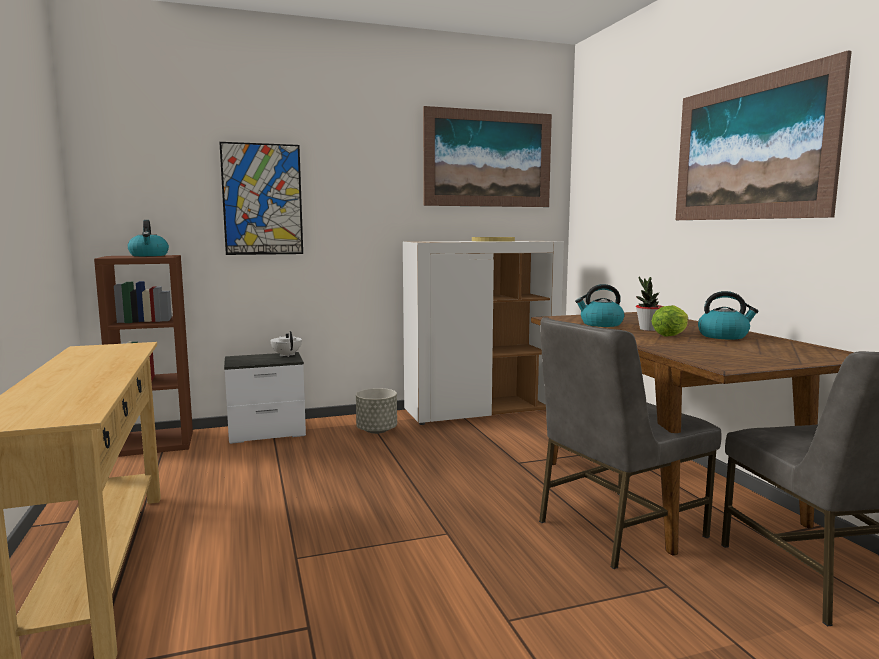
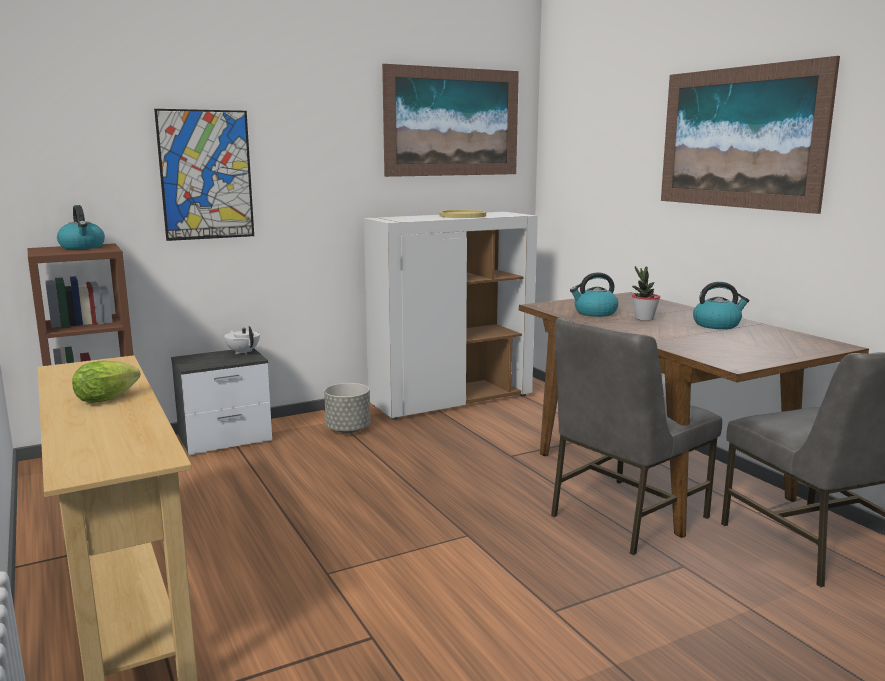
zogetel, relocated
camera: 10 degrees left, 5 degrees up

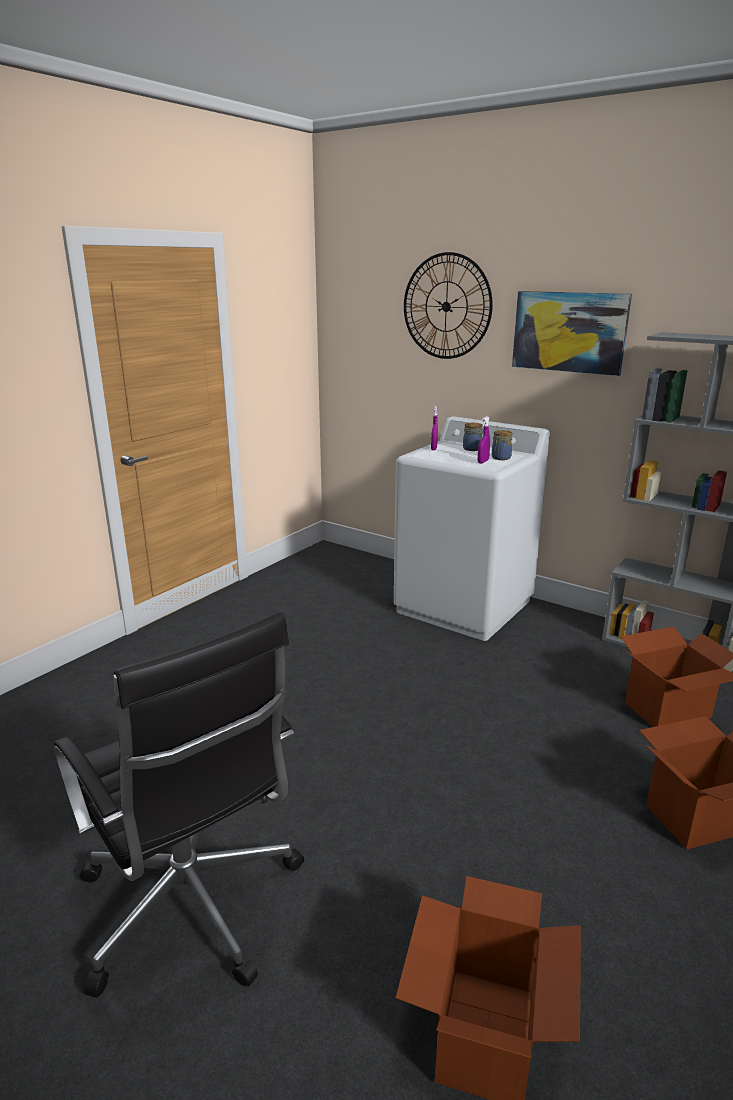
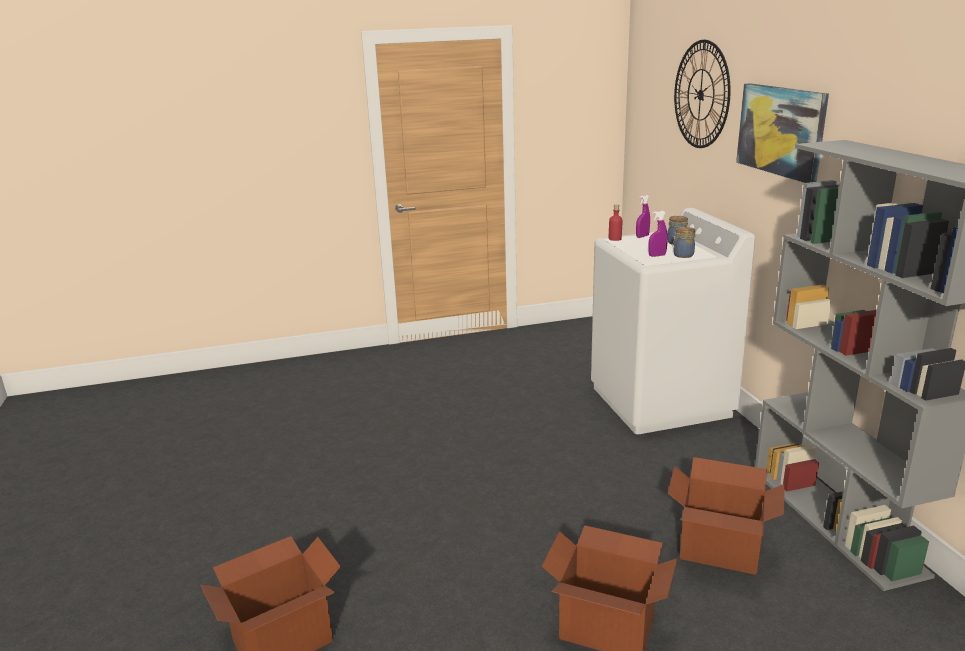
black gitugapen => nothing
nothing => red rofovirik
camera: 40 degrees right, 0 degrees up

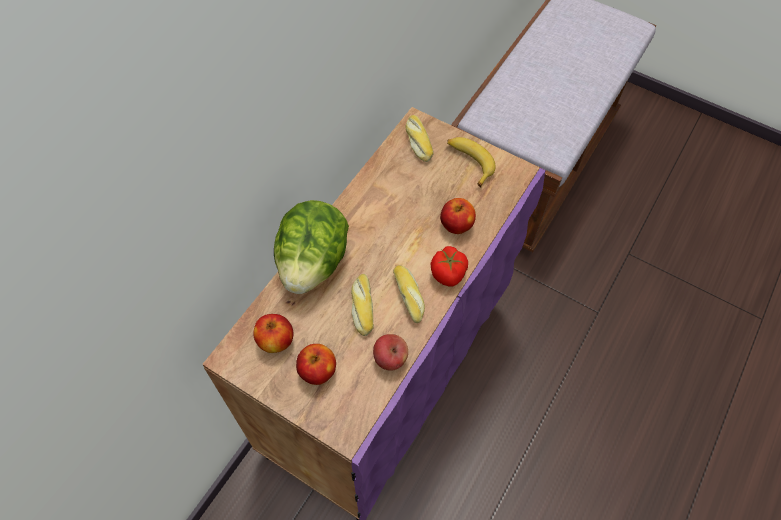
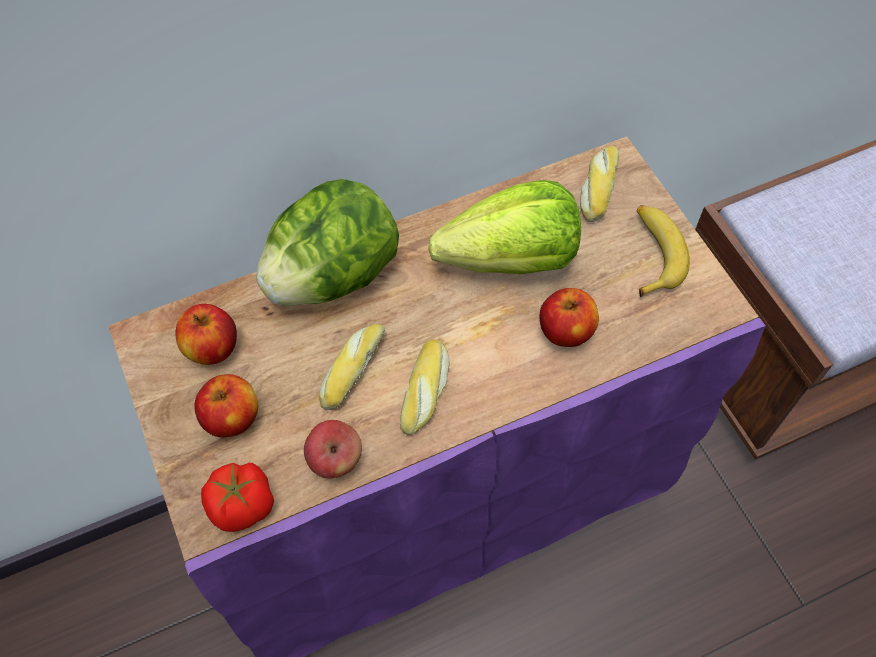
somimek, relocated
nothing => zogetel (no. 2 from left)
camera: 35 degrees right, 0 degrees up

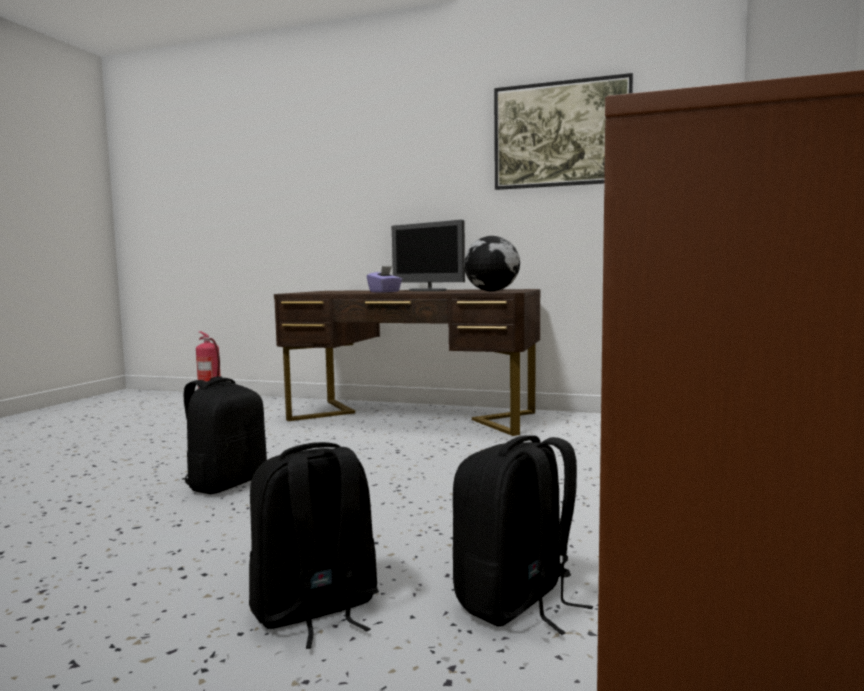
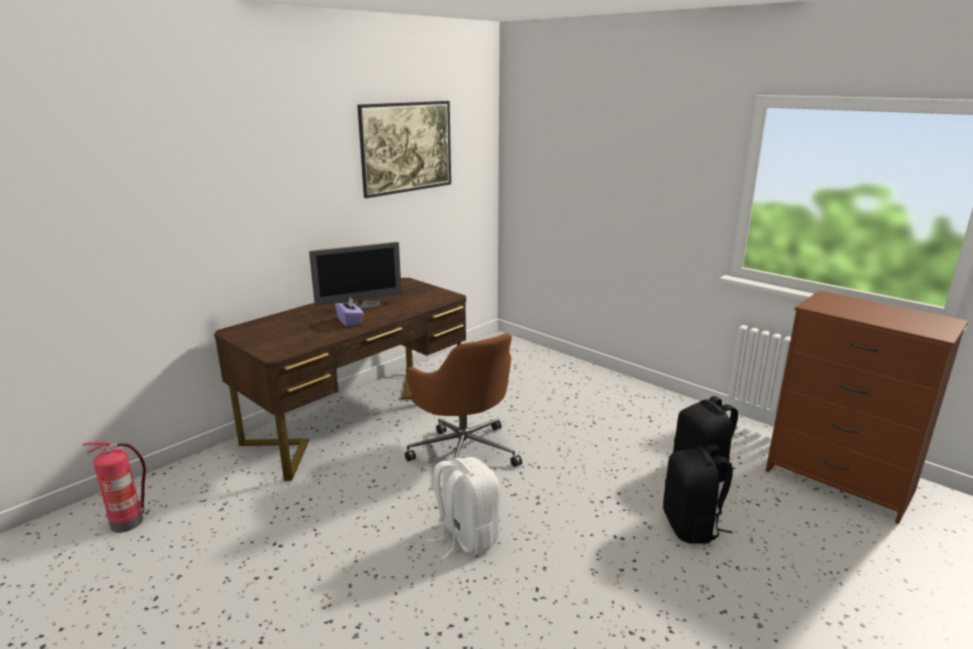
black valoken (no. 1 from left) => white valoken
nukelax => nothing
nothing => brown gitugapen
camera: 65 degrees left, 15 degrees up

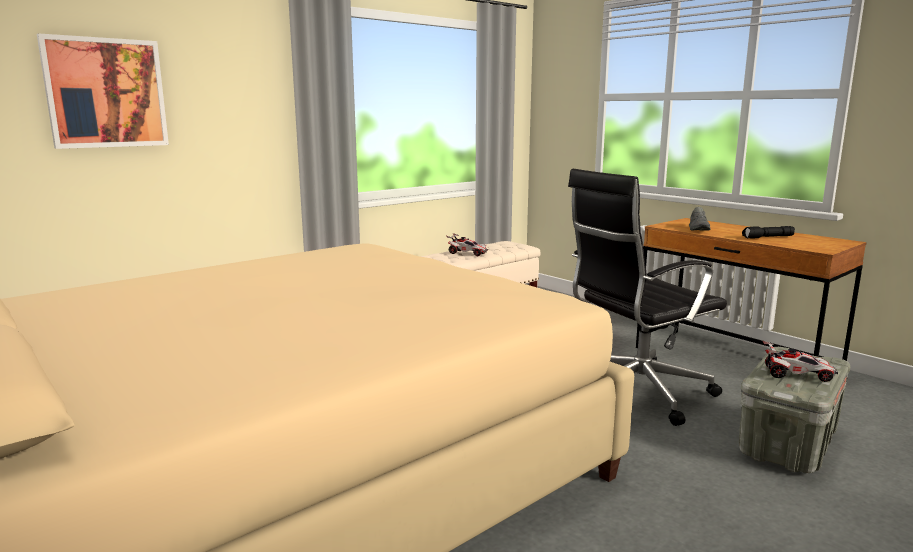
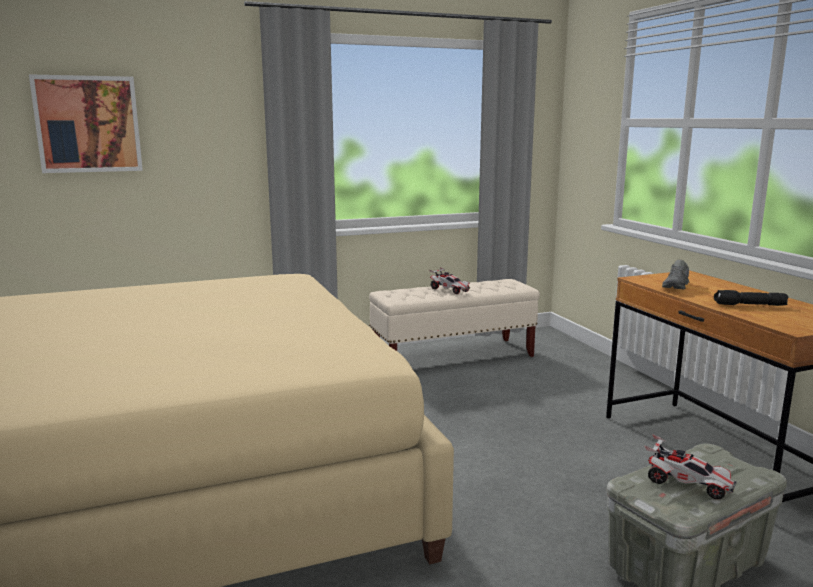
black gitugapen => nothing
camera: 20 degrees right, 0 degrees up

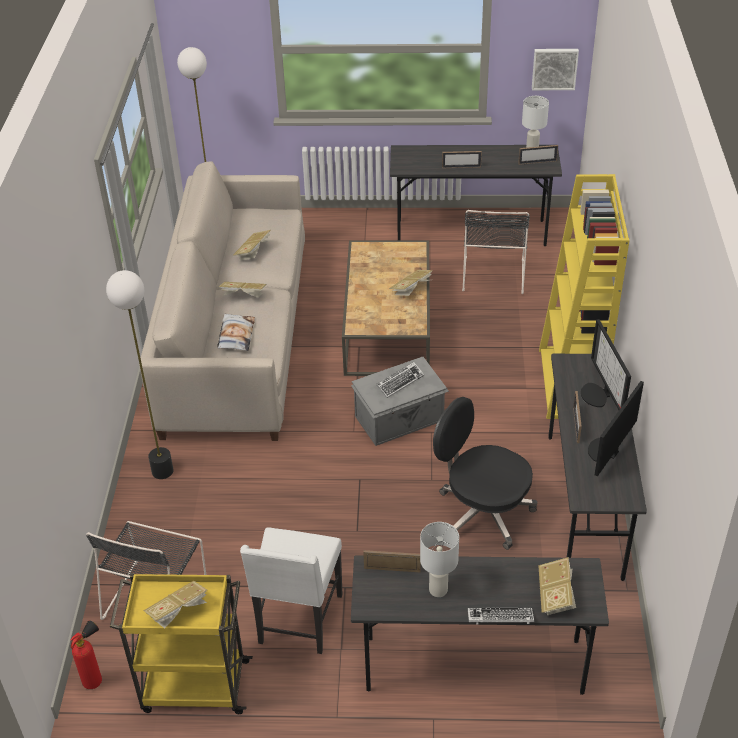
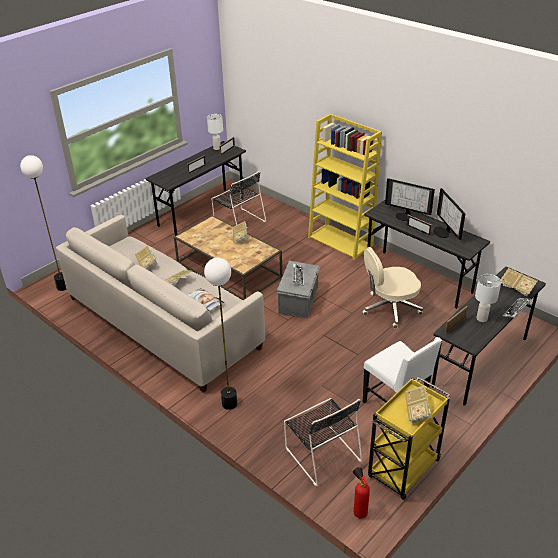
black gitugapen => beige gitugapen
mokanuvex => nothing
camera: 50 degrees left, 5 degrees down

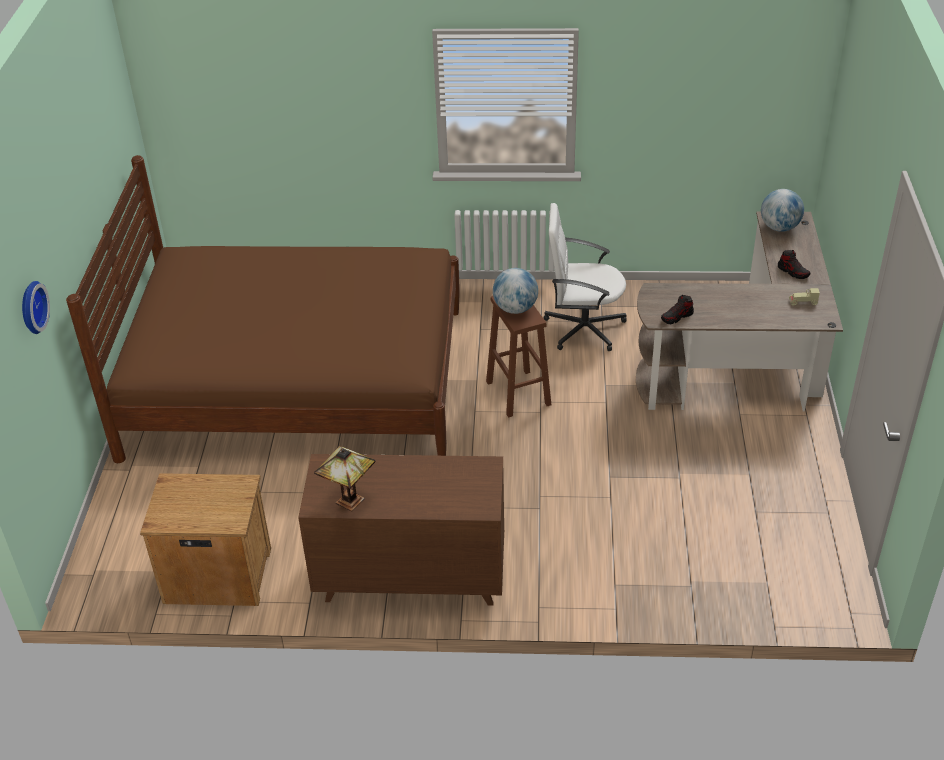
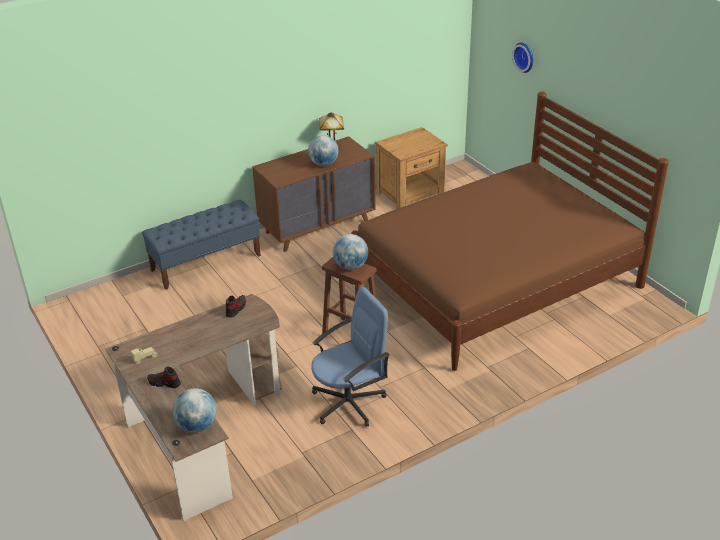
white gitugapen => blue gitugapen
nothing => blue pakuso
nothing => nukelax (no. 2 from left)
camera: 145 degrees right, 5 degrees down

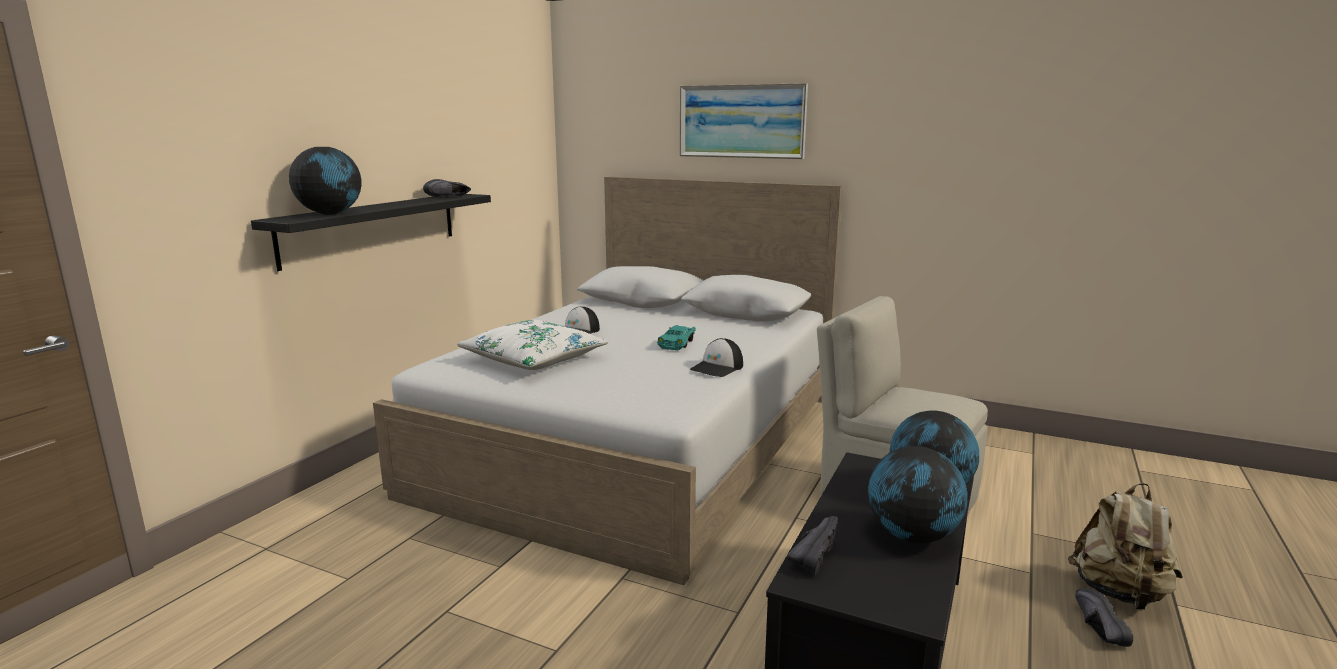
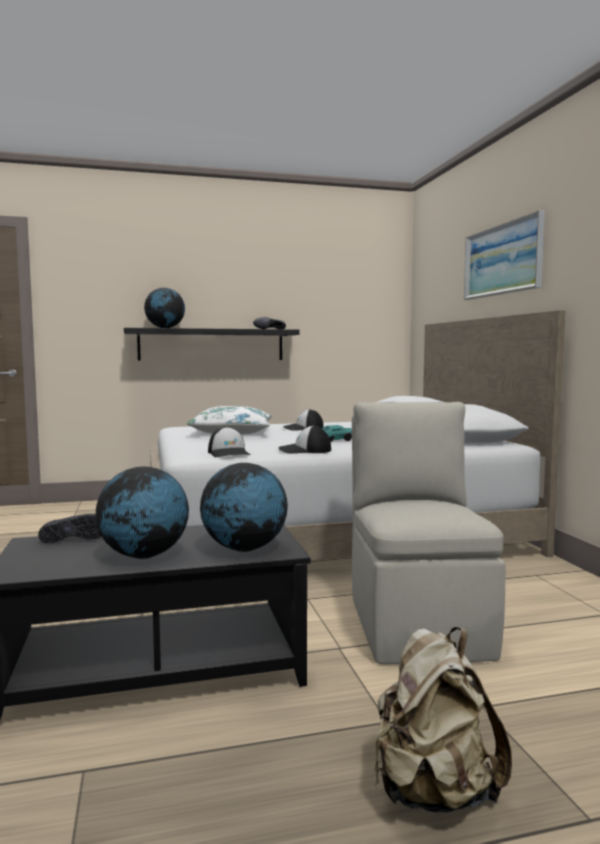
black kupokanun (no. 3 from left) => nothing
nothing => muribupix (no. 1 from left)
camera: 50 degrees right, 10 degrees down

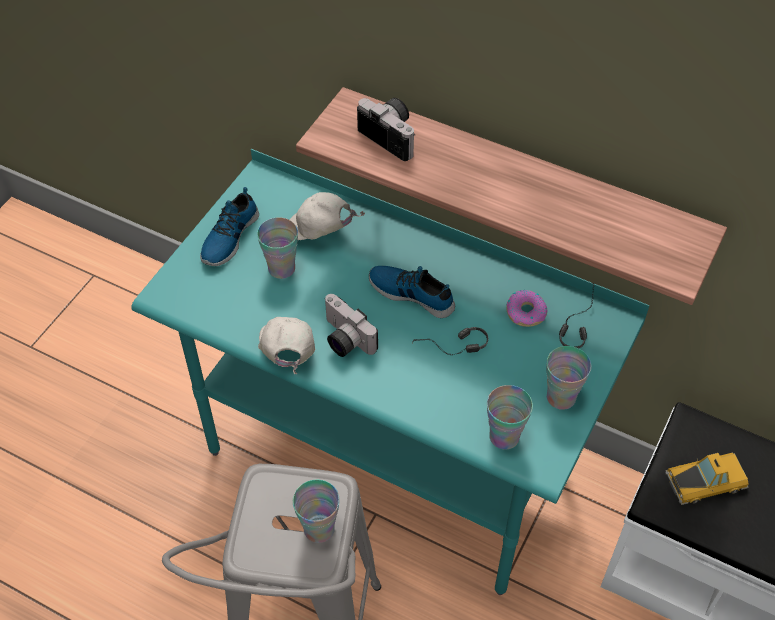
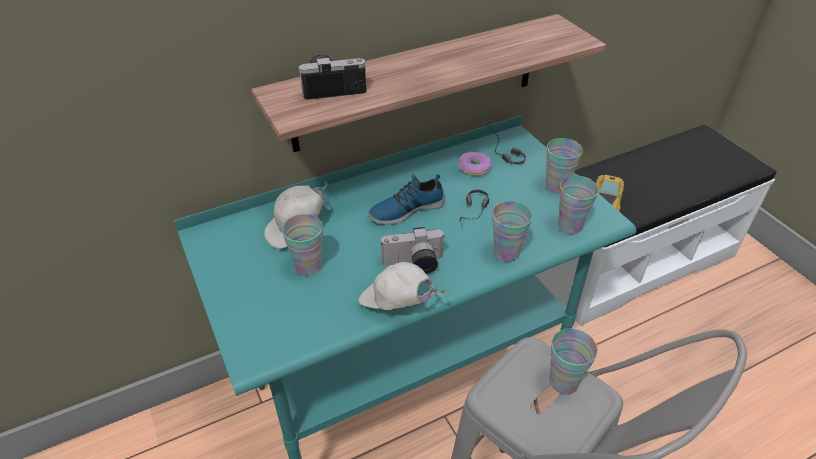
kupokanun (no. 1 from left) => nothing
nothing => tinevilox (no. 2 from left)
camera: 55 degrees left, 10 degrees down

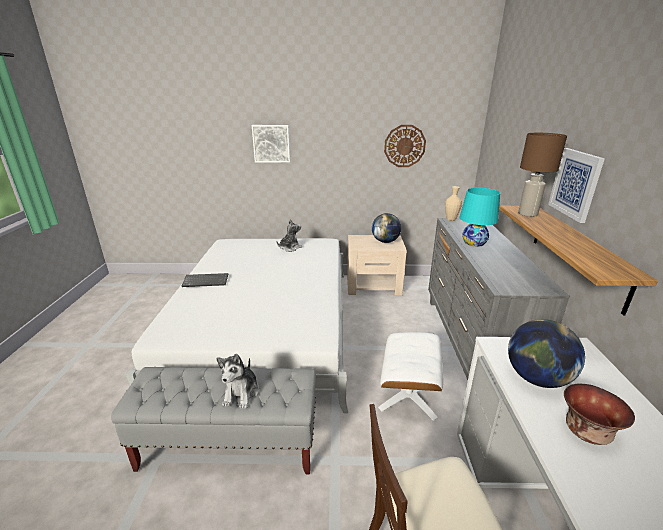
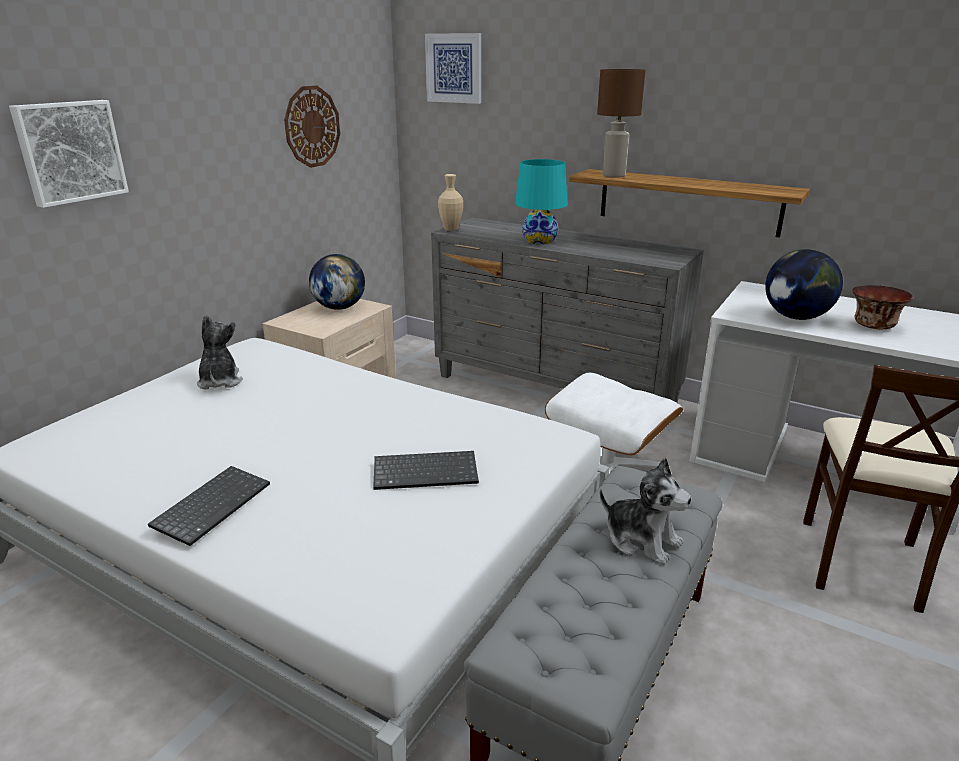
mokanuvex (no. 2 from left), relocated
nothing => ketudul (no. 2 from left)
camera: 60 degrees left, 0 degrees up

